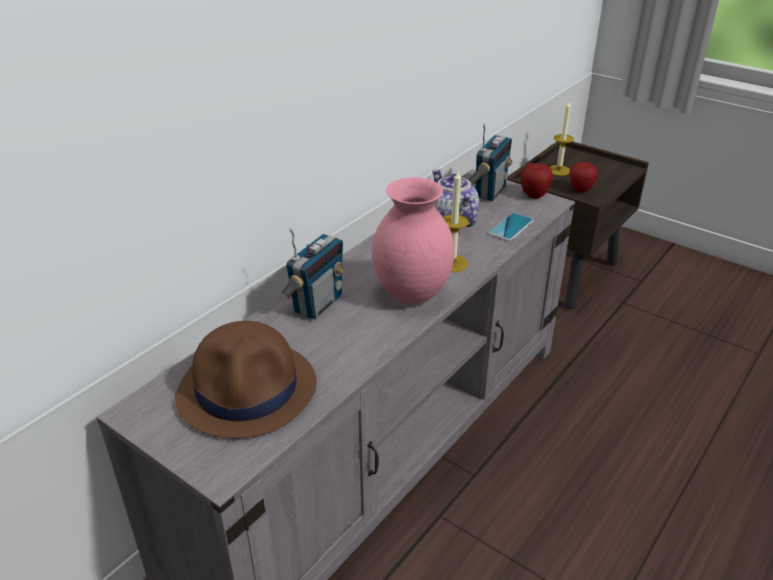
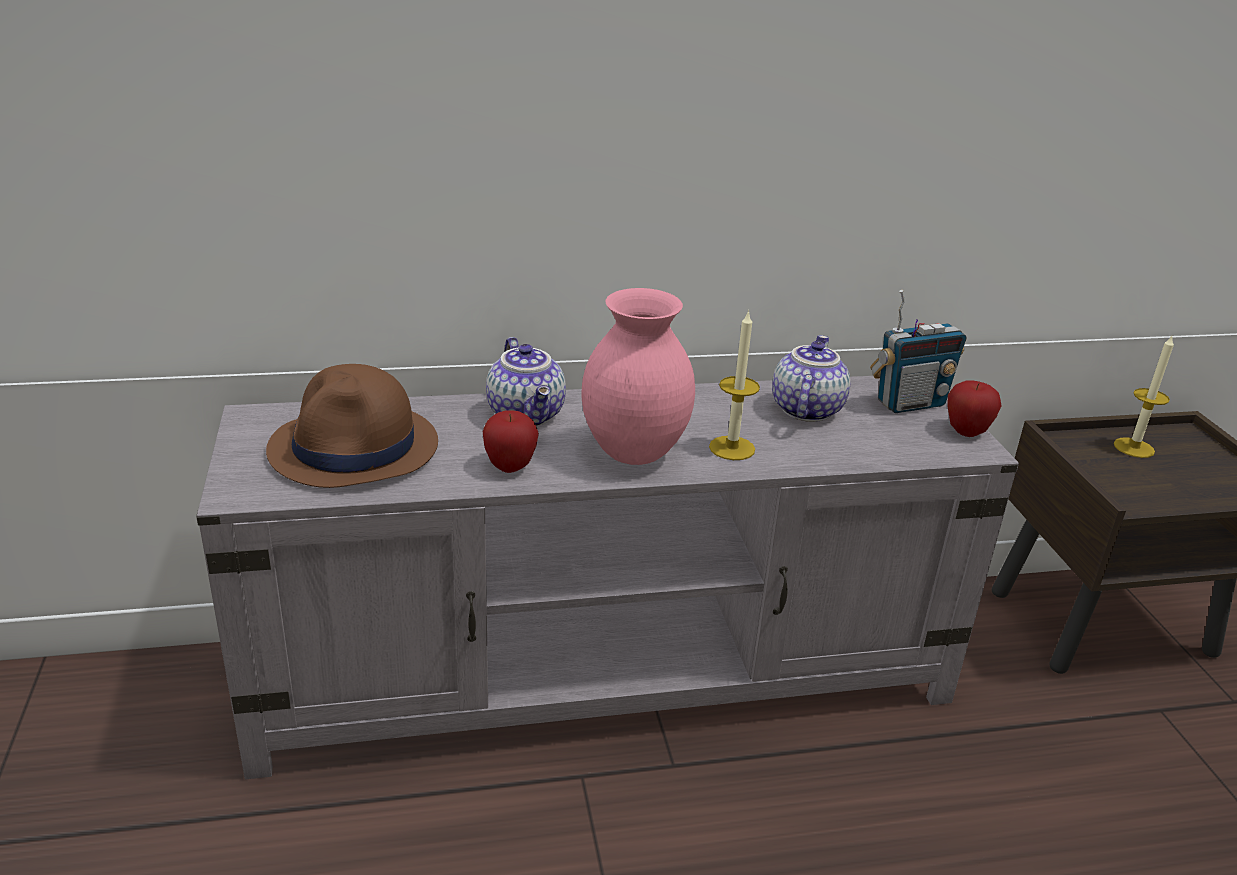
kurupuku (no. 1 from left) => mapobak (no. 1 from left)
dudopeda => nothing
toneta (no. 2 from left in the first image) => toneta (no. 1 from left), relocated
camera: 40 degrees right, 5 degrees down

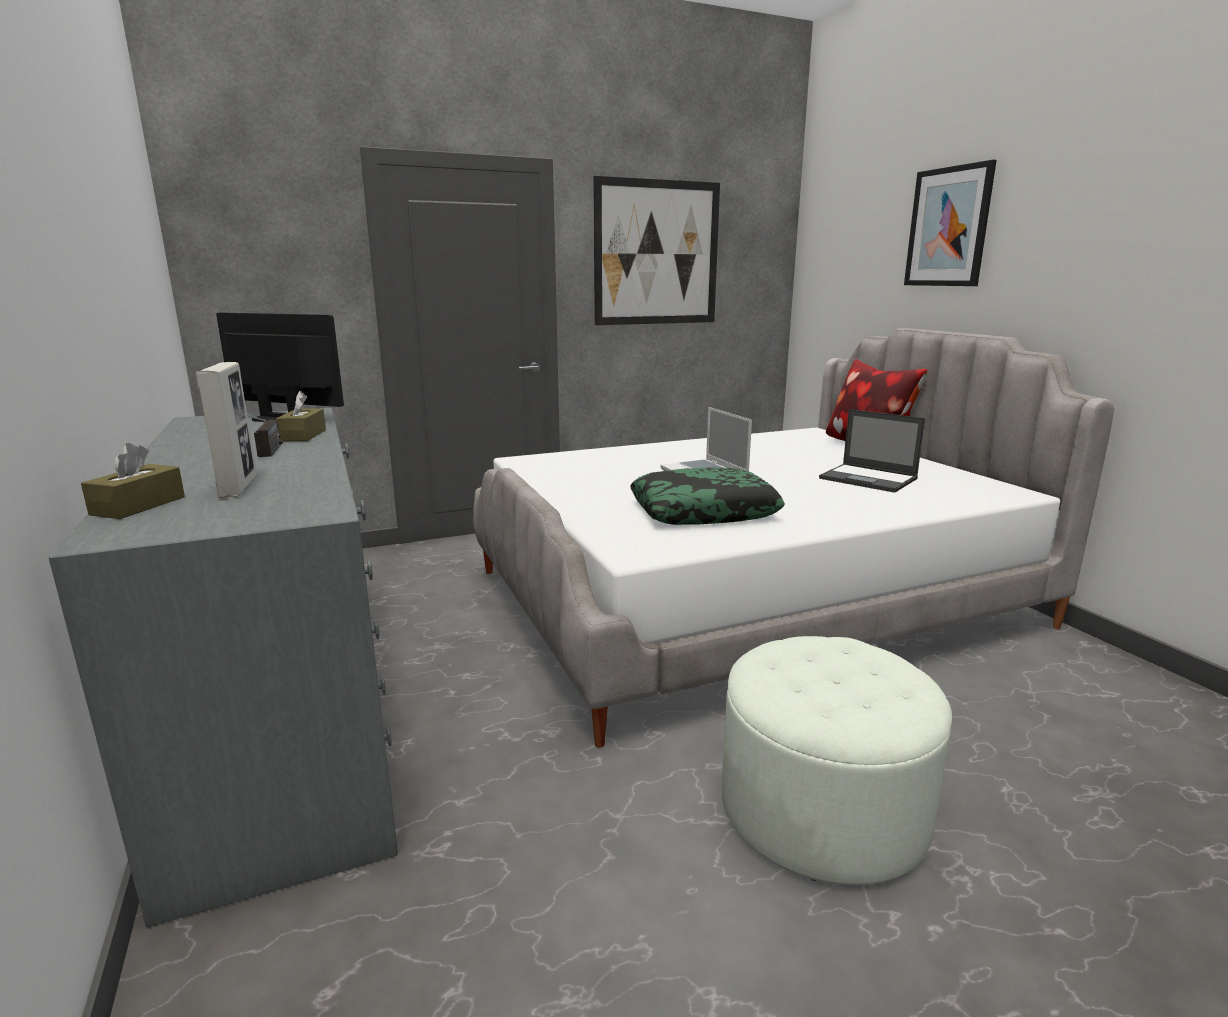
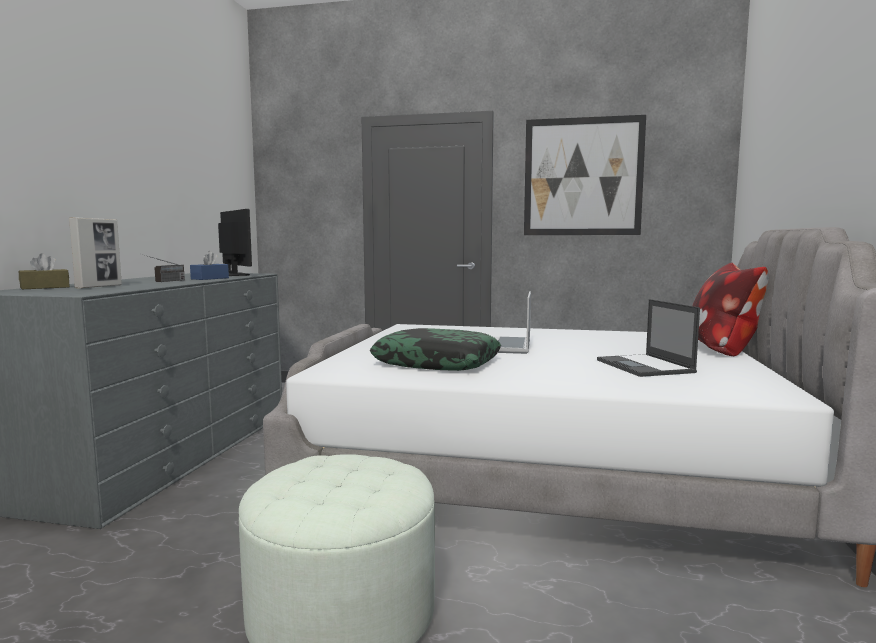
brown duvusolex (no. 2 from left) => blue duvusolex
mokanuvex (no. 2 from left) => nothing
camera: 35 degrees right, 10 degrees down

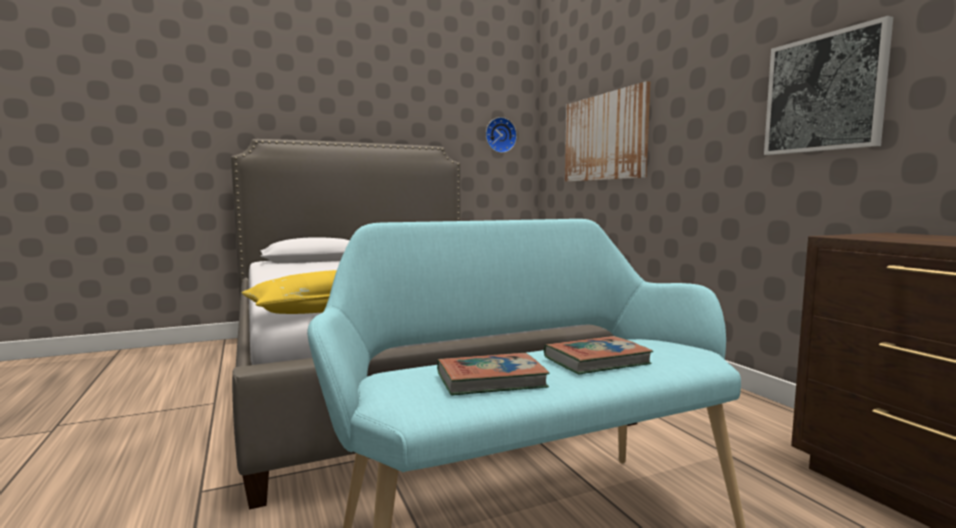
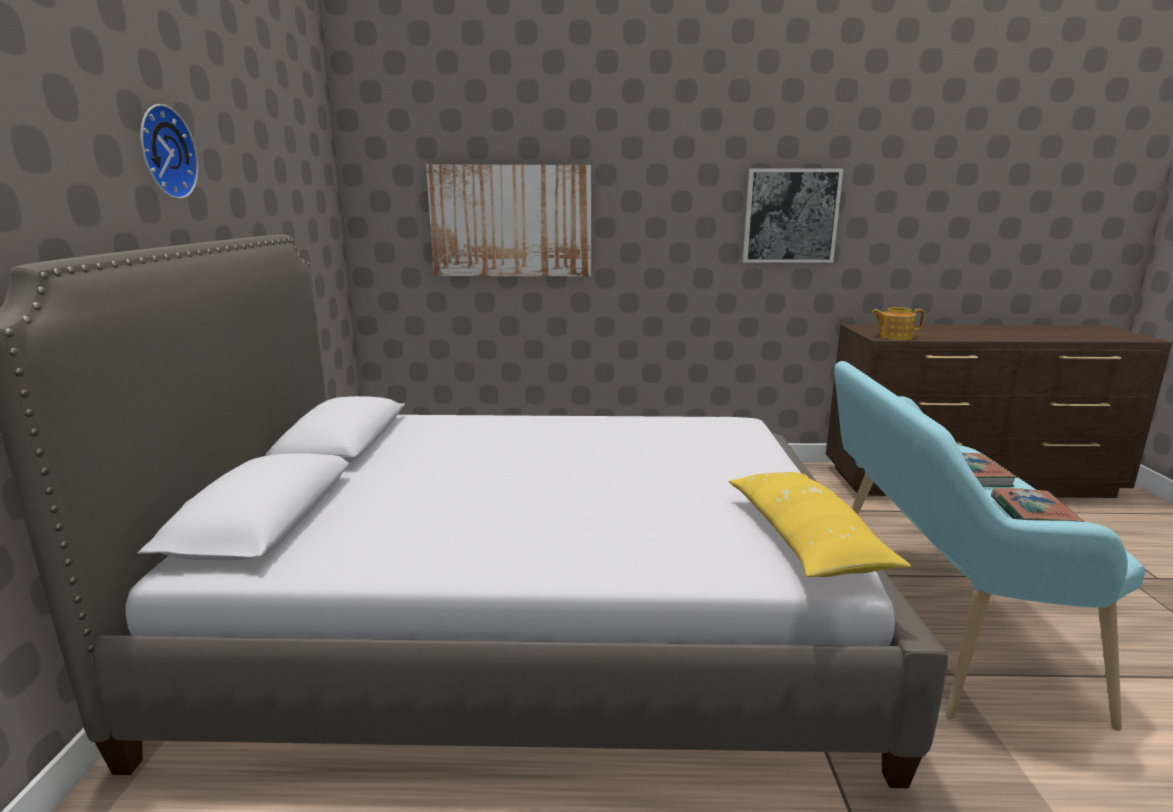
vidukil, relocated
nothing => mapobak
camera: 65 degrees left, 10 degrees up

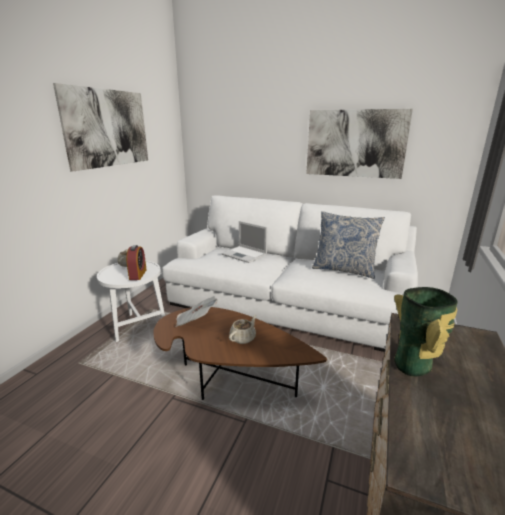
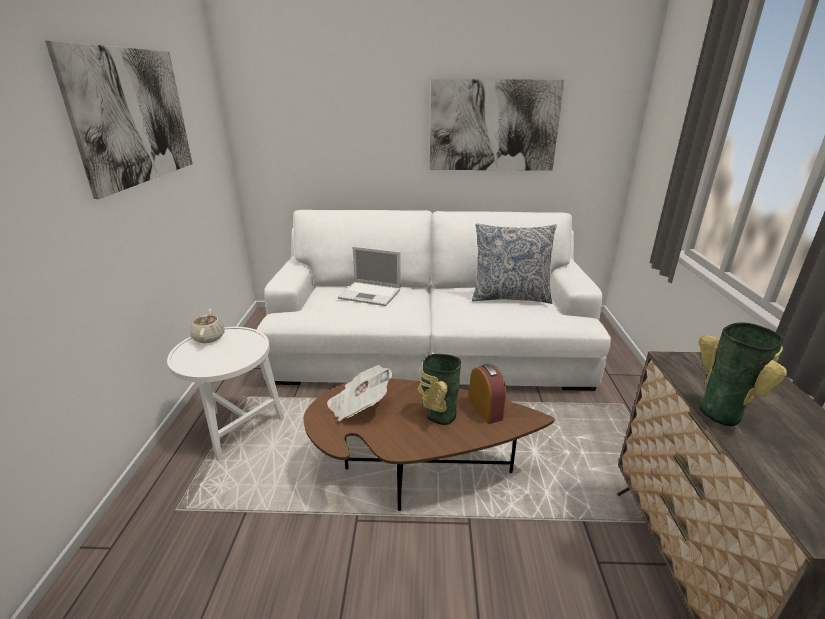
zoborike, relocated
beige mapobak (no. 2 from left) => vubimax (no. 1 from left)
camera: 20 degrees left, 5 degrees up

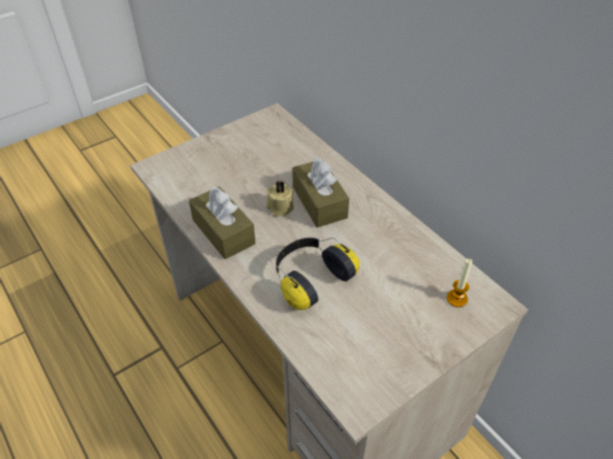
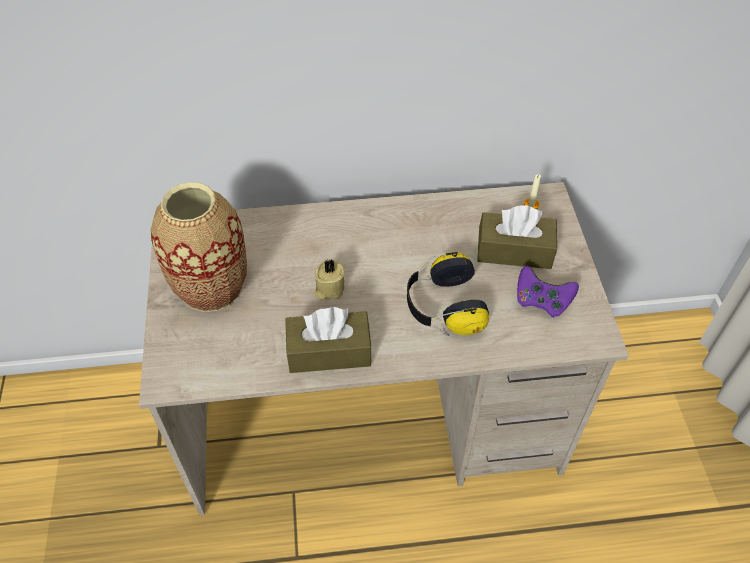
brown duvusolex (no. 2 from left), relocated
nothing => vubimax
nothing => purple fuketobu
camera: 60 degrees left, 5 degrees up

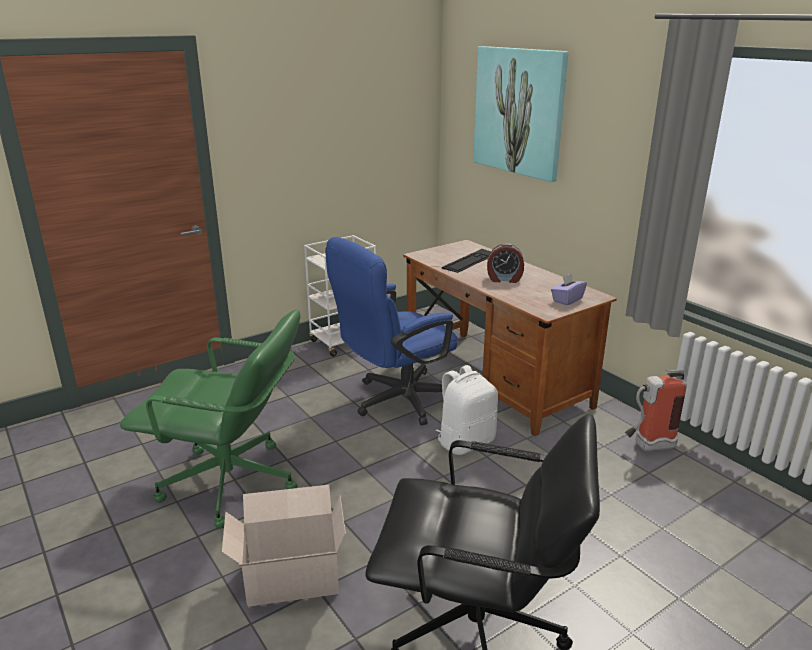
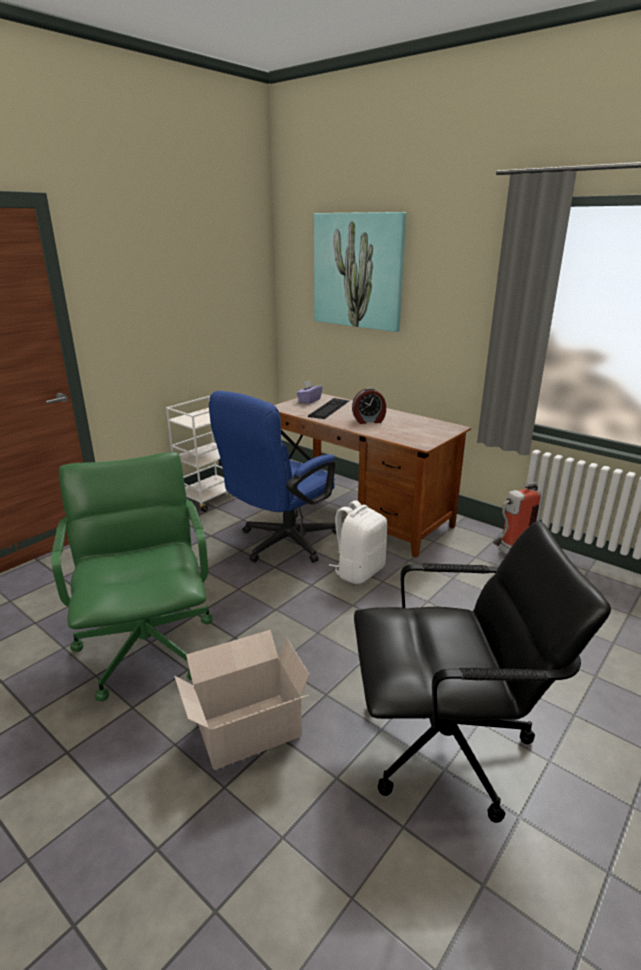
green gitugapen, 105 degrees counterclockwise
purple duvusolex, relocated
camera: 15 degrees left, 0 degrees up

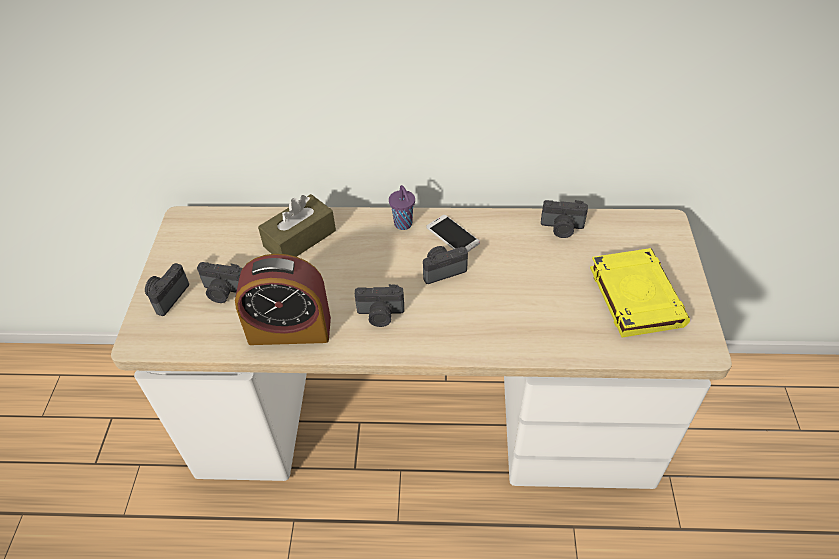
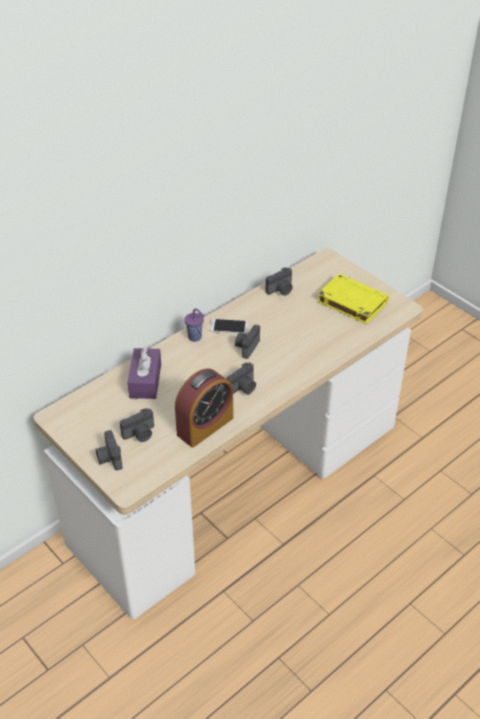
brown duvusolex => purple duvusolex
camera: 45 degrees left, 5 degrees down

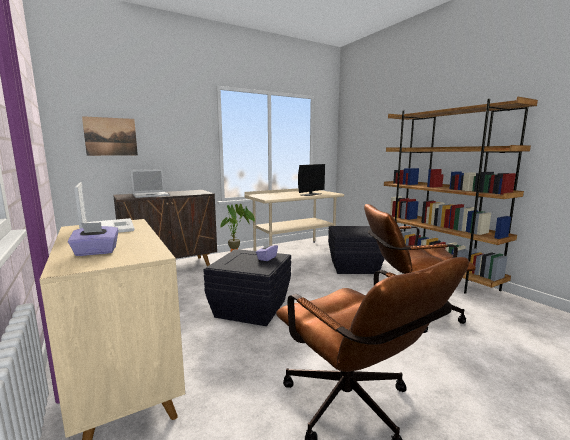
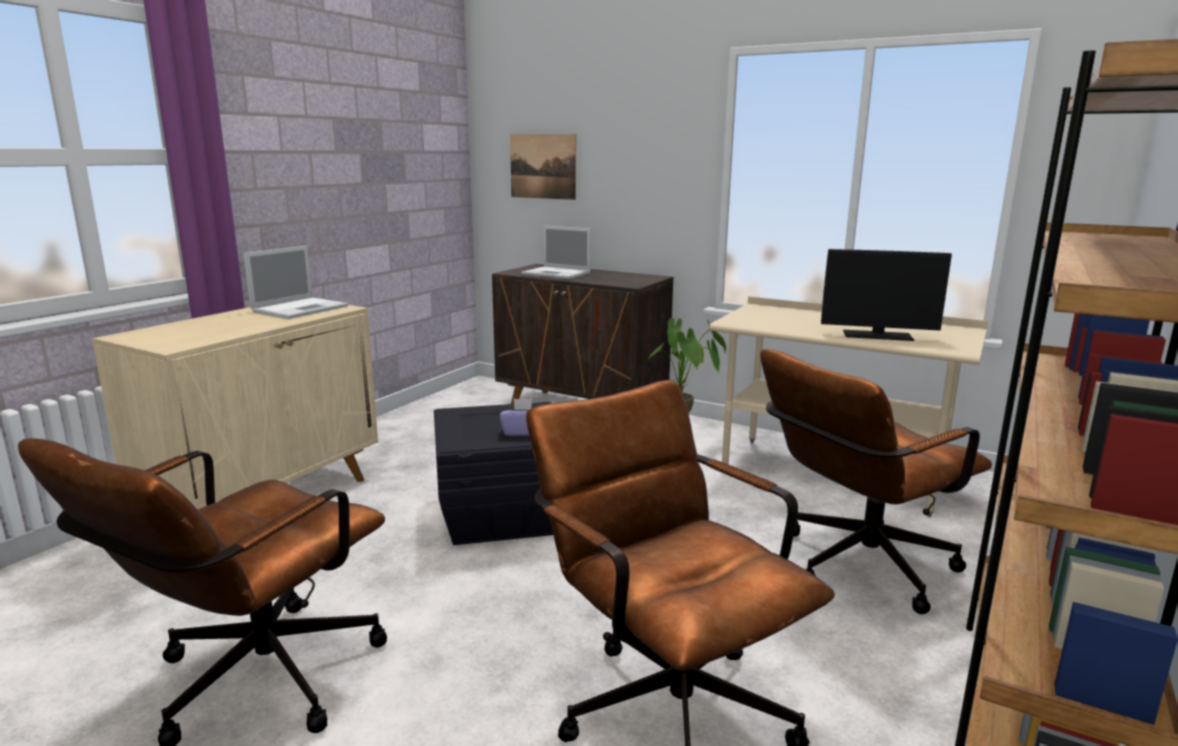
purple duvusolex (no. 1 from left) => nothing
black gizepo (no. 2 from left) => brown gitugapen (no. 3 from left)
camera: 60 degrees right, 5 degrees up

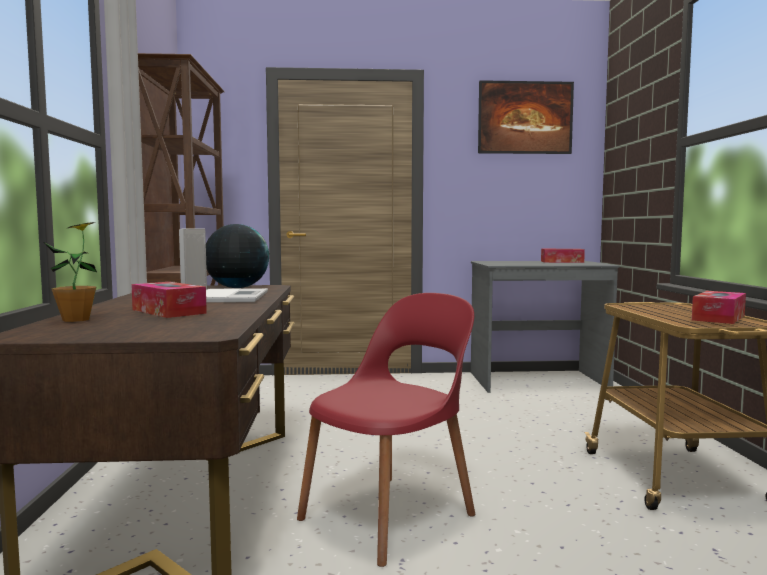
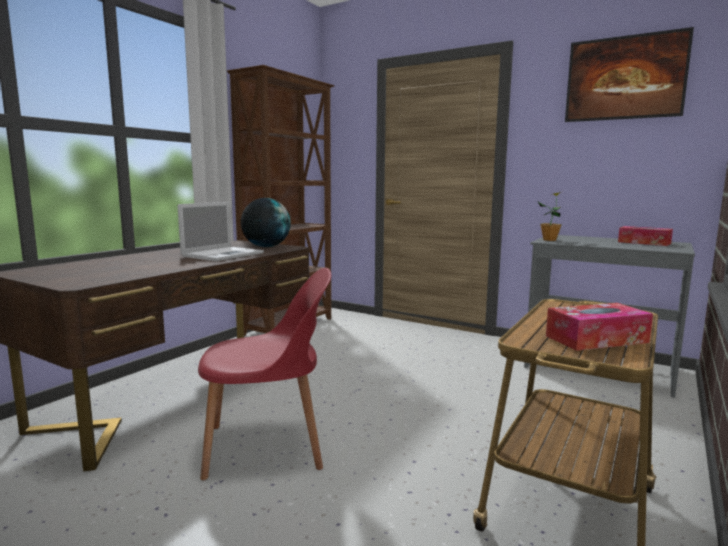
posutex, relocated
duvusolex (no. 1 from left) => nothing
camera: 35 degrees right, 5 degrees up

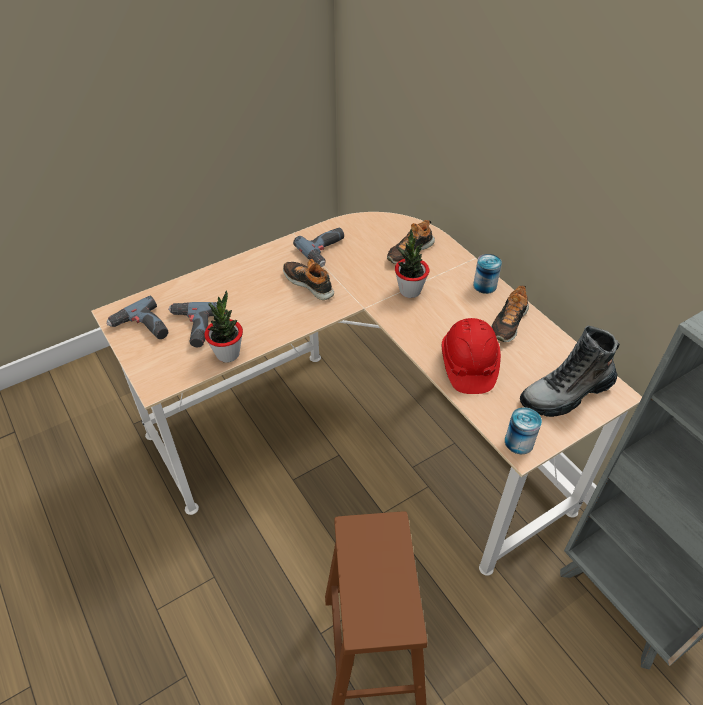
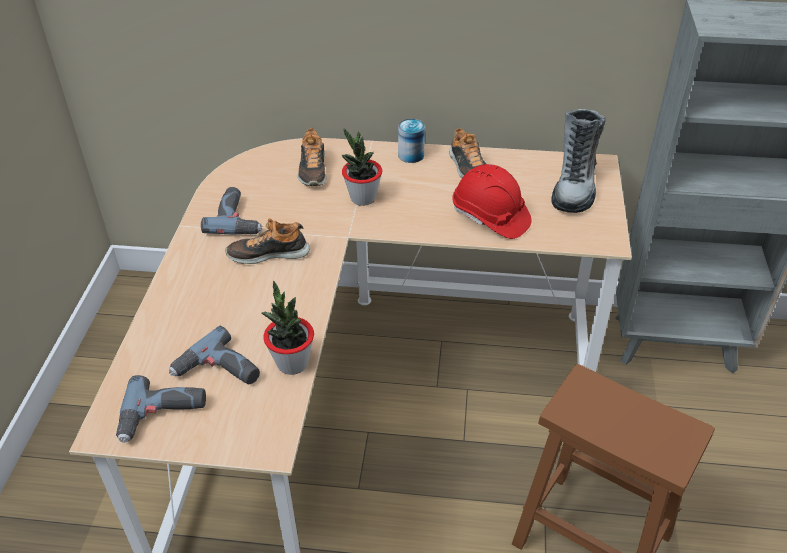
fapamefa (no. 2 from left) => nothing
camera: 50 degrees left, 5 degrees down

